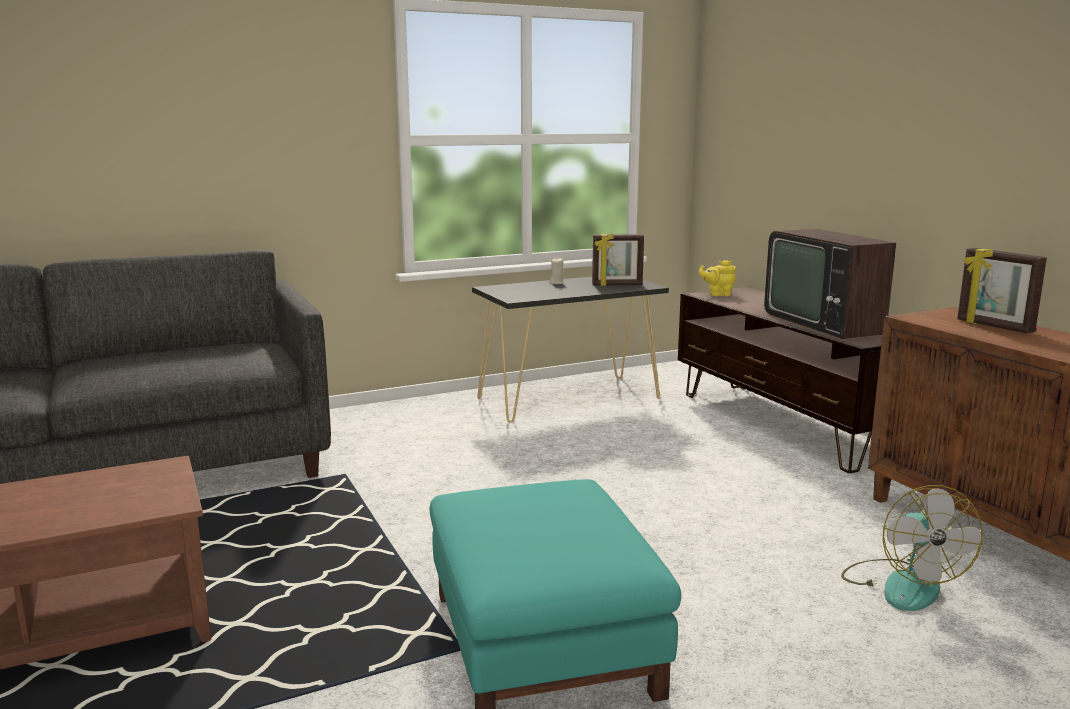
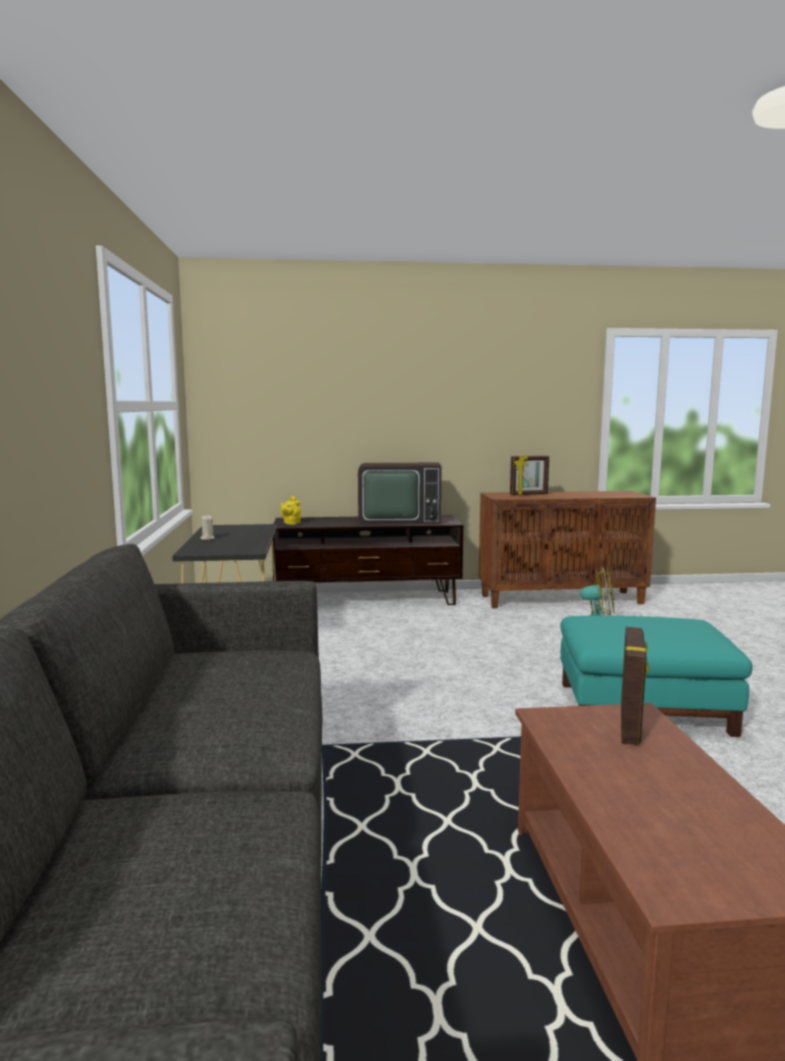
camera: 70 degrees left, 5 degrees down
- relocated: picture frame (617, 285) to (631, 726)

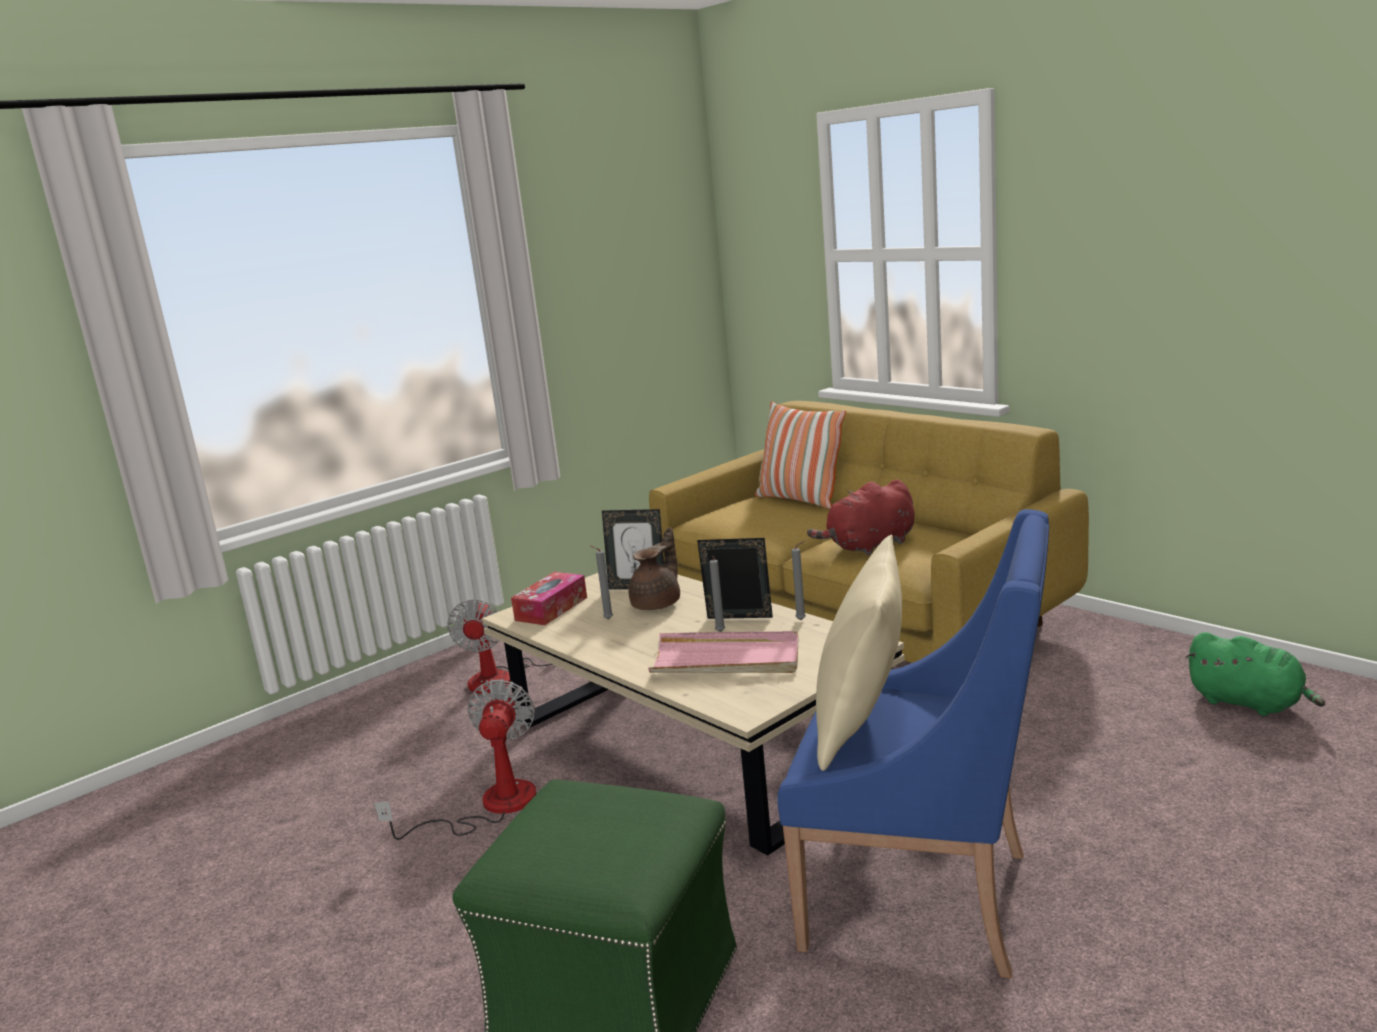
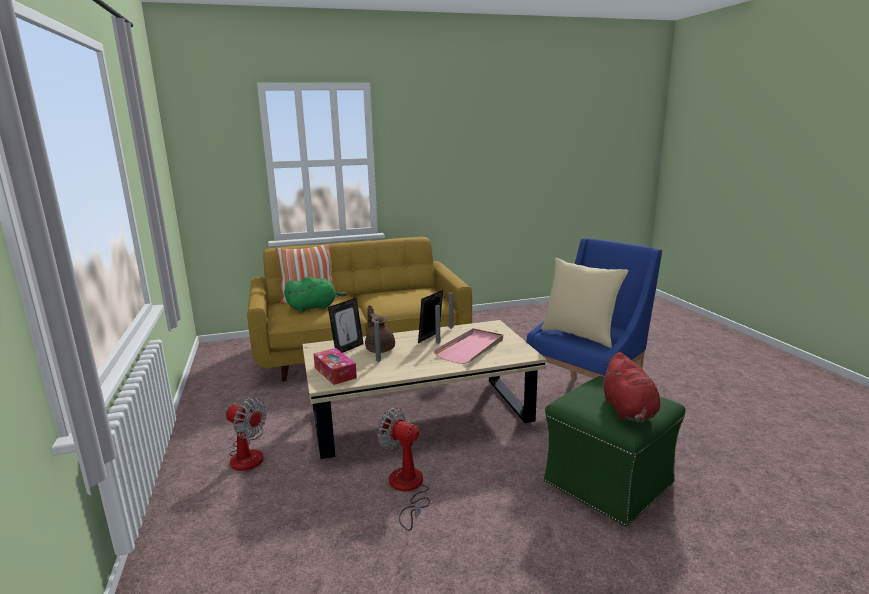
camera: 65 degrees left, 0 degrees up
- relocated: plush toy (red) (869, 546) to (629, 411)
- relocated: plush toy (green) (1249, 703) to (314, 307)

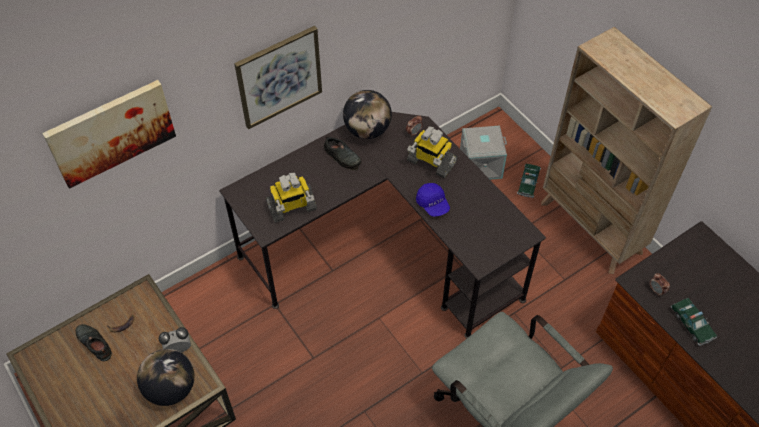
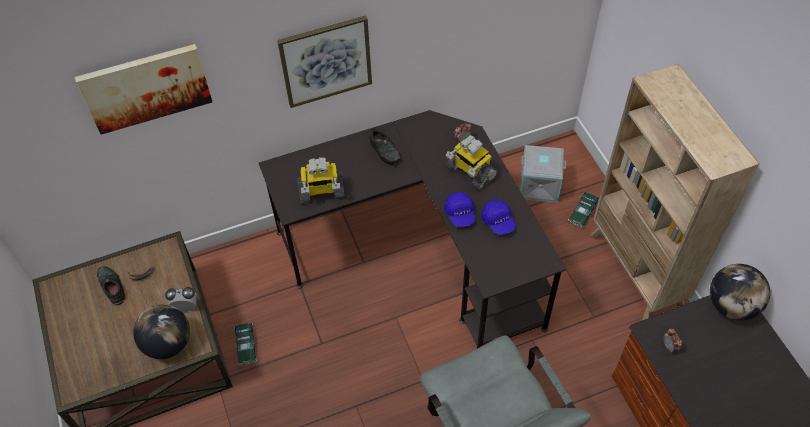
camera: 15 degrees right, 0 degrees up
- appeared: cap (blue) (498, 222)
- relocated: globe (367, 130) to (731, 305)
- relocated: toy car (691, 324) to (246, 346)

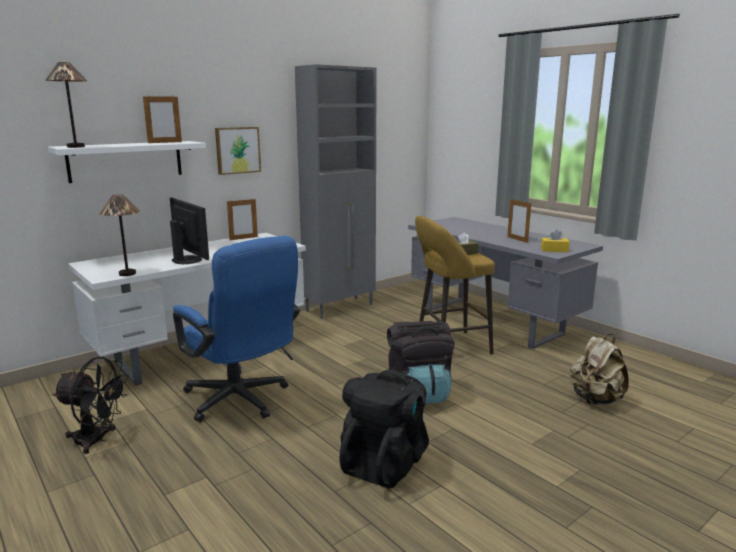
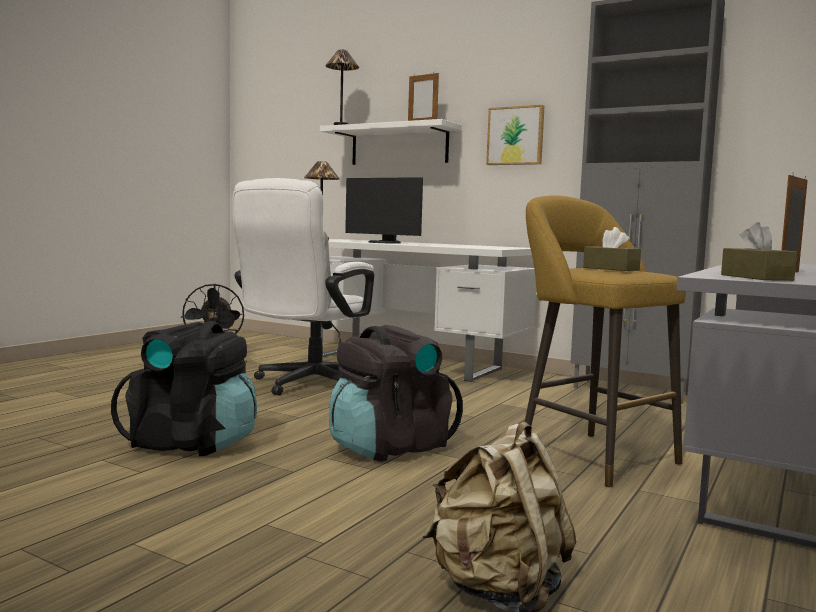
camera: 70 degrees right, 10 degrees down
- missing: picture frame (243, 238)
- colour: office chair (blue) (241, 401) to office chair (white) (306, 385)
- colour: tissue box (yellow) (554, 250) to tissue box (brown) (756, 277)
- spun: monitor (188, 260) = (383, 243) 90 degrees clockwise

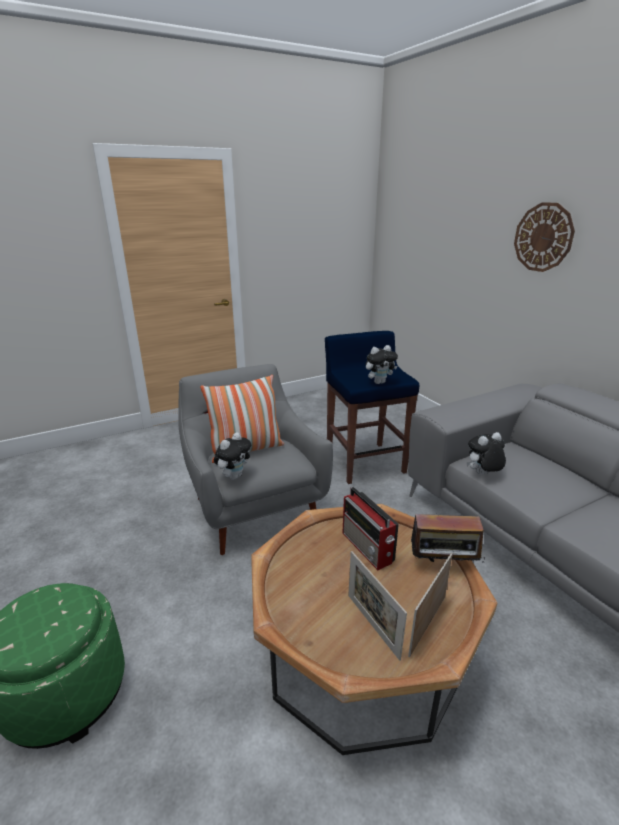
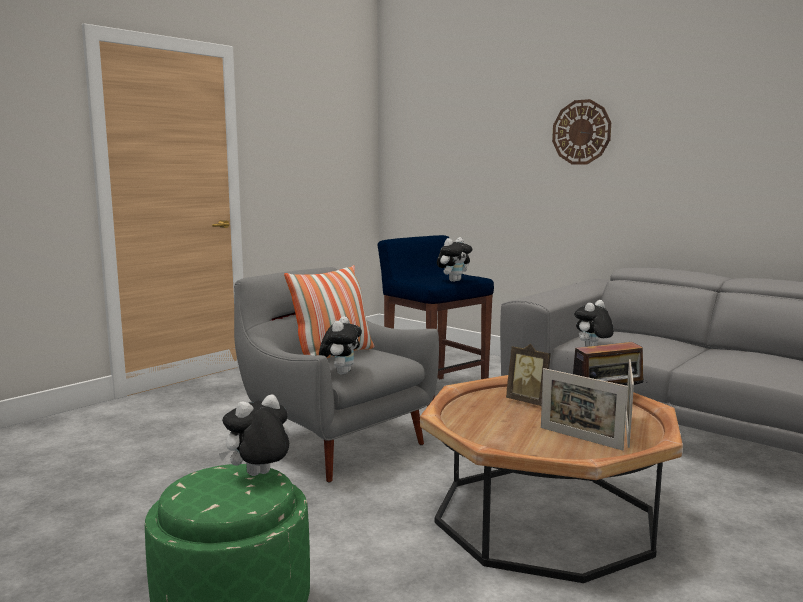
camera: 20 degrees left, 15 degrees down
- appeared: plush toy (258, 476)
- exchanged: radio (368, 548) to picture frame (529, 402)

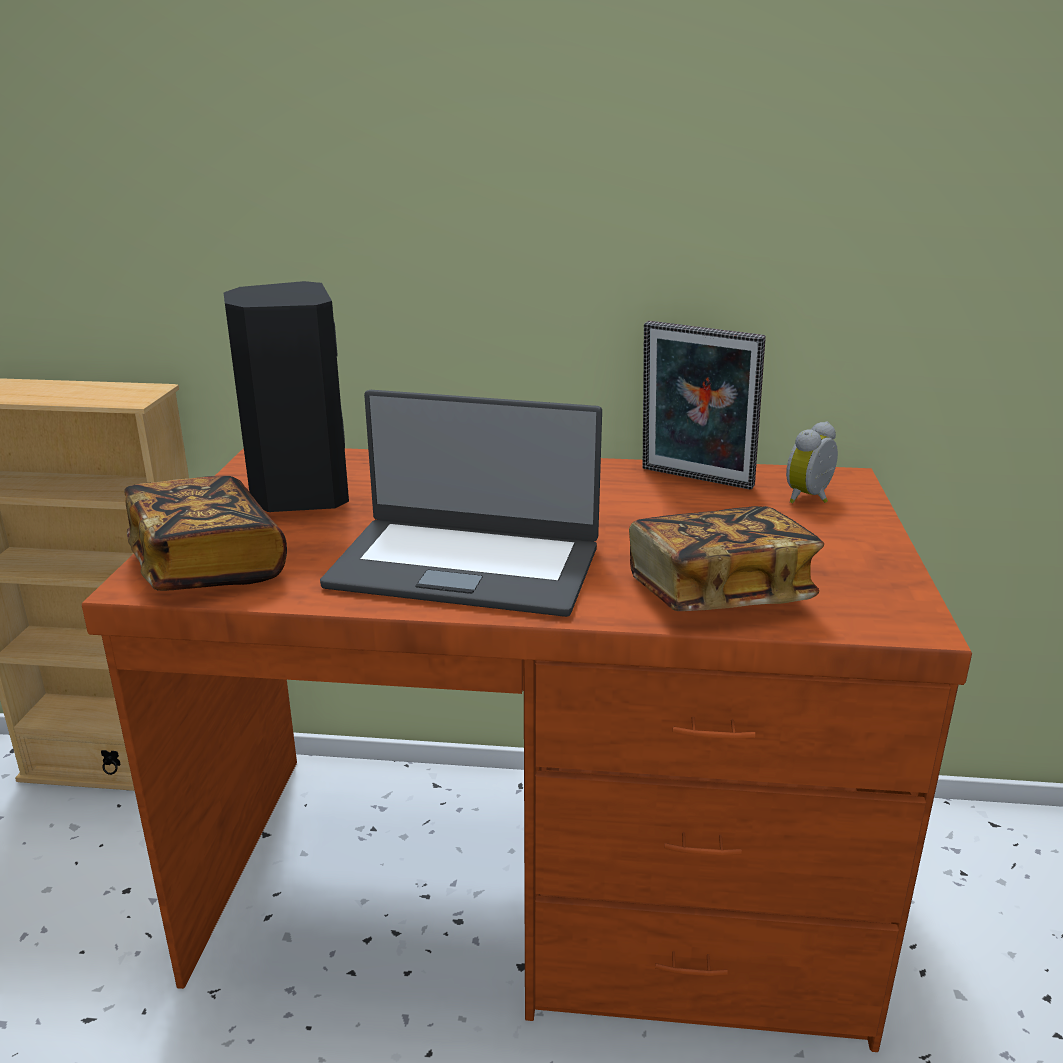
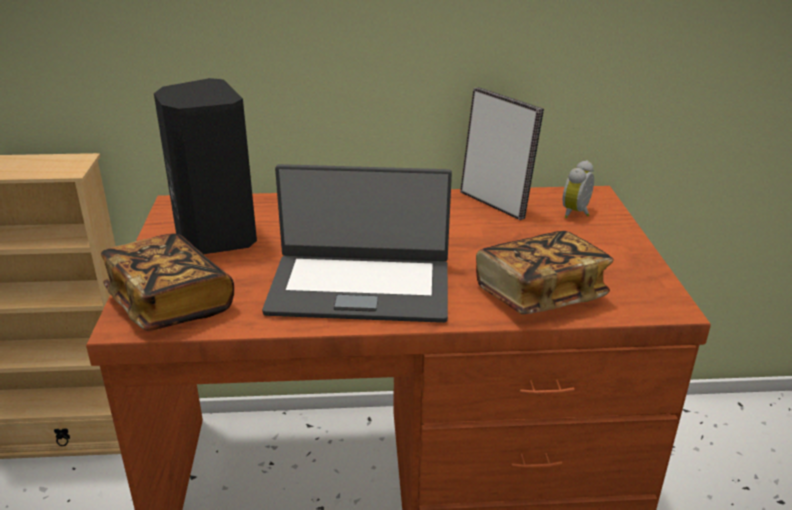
camera: 10 degrees left, 5 degrees up
- spun: picture frame (694, 480) = (495, 203) 150 degrees counterclockwise

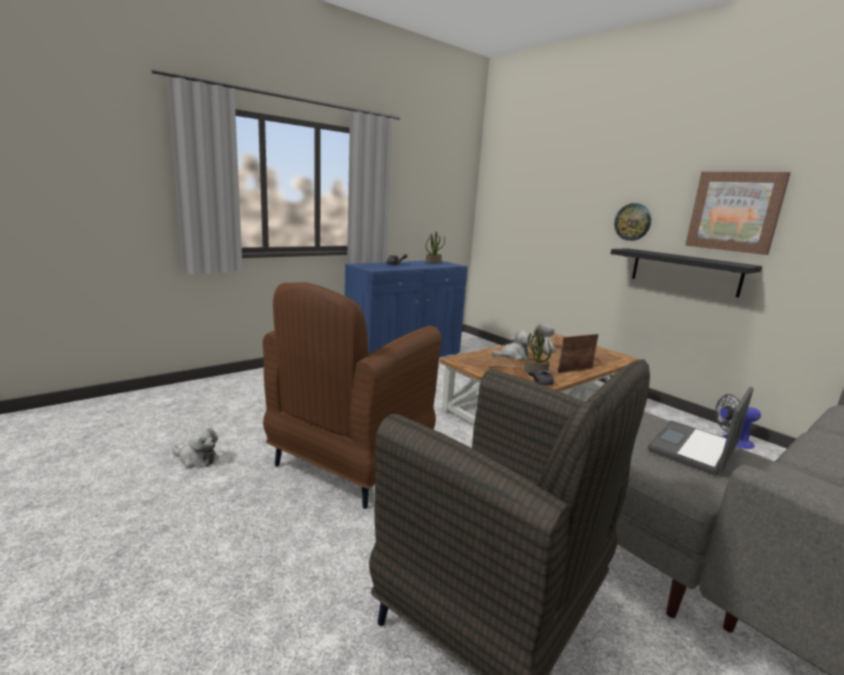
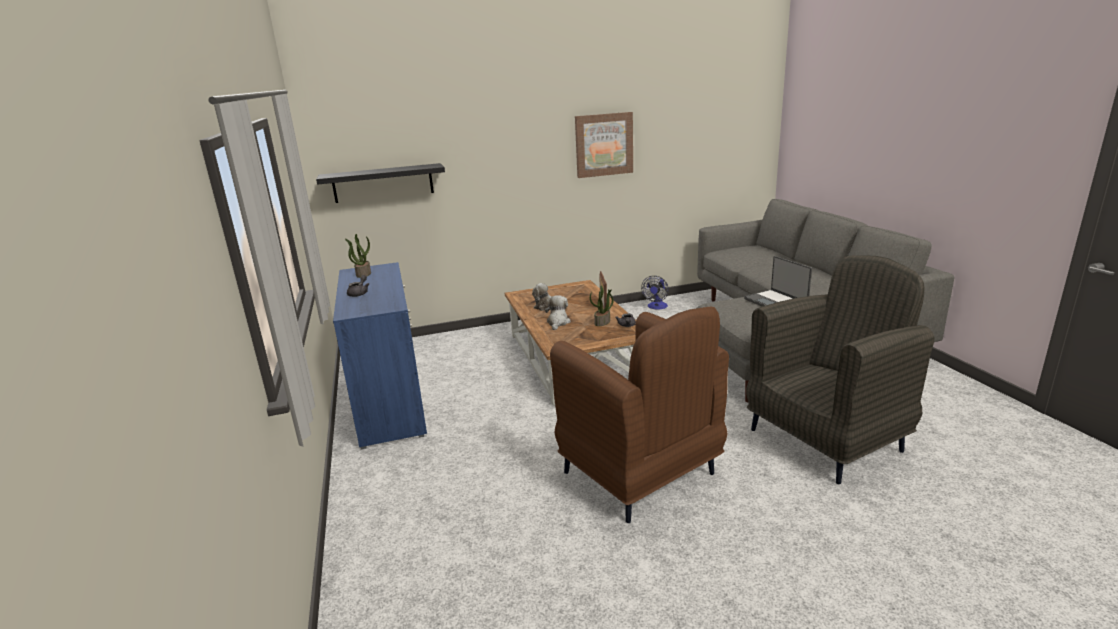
camera: 65 degrees left, 5 degrees up
- missing: plush toy (196, 459)
- missing: wall clock (632, 222)
- relocated: shelf (black) (684, 271) to (383, 183)

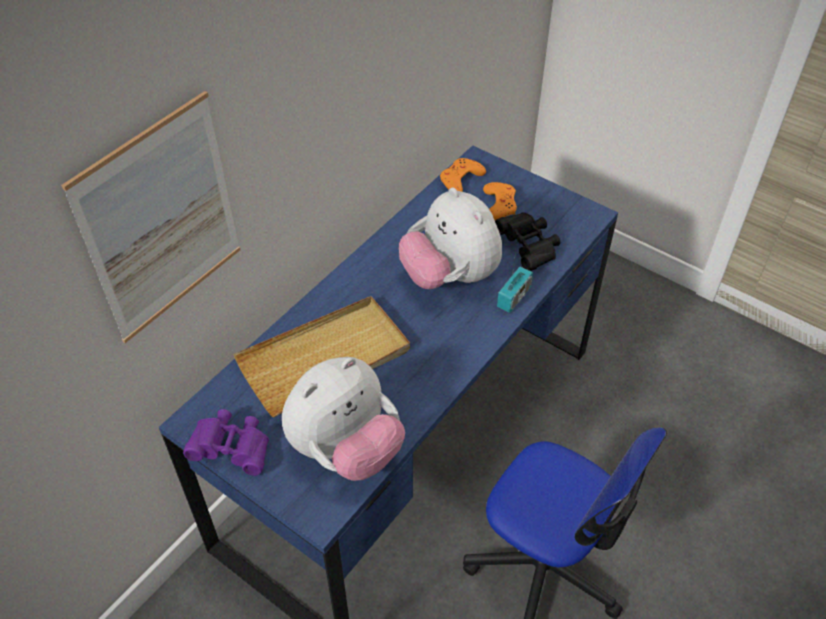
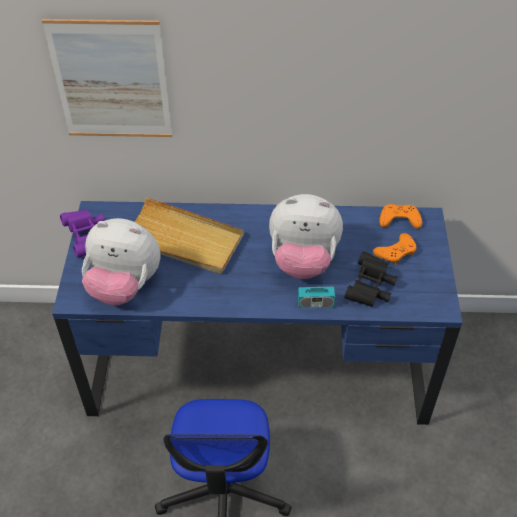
camera: 55 degrees right, 0 degrees up
- spun: plush toy (450, 276) = (303, 261) 105 degrees counterclockwise

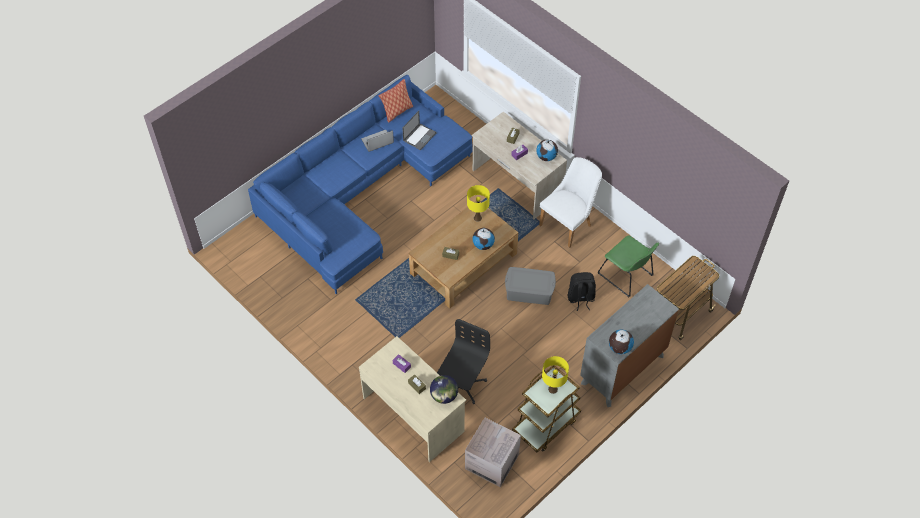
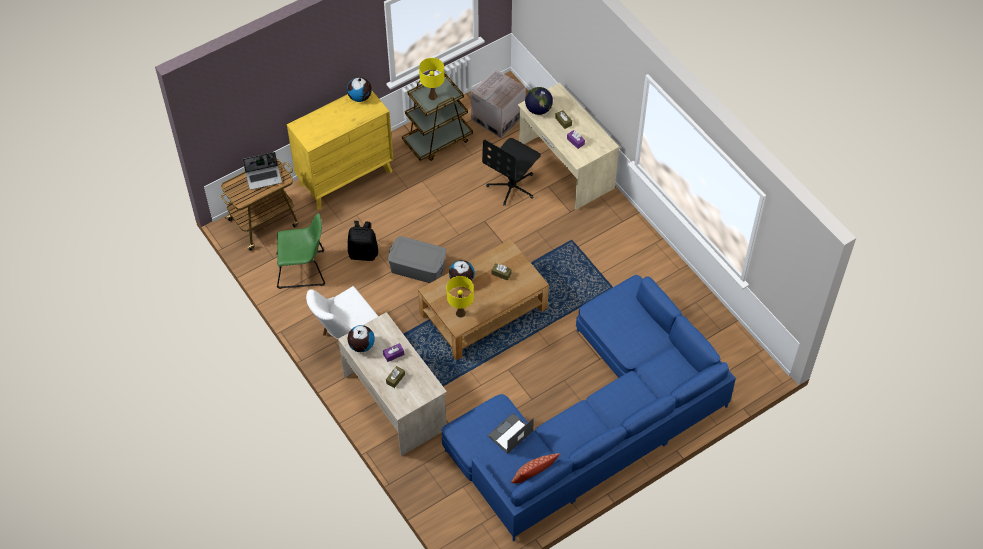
camera: 170 degrees left, 0 degrees up
- relocated: laptop (377, 142) to (264, 177)
- colour: dresser (grey) (622, 369) to dresser (yellow) (345, 177)
- spun: chair (green) (627, 276) = (303, 269) 120 degrees clockwise

